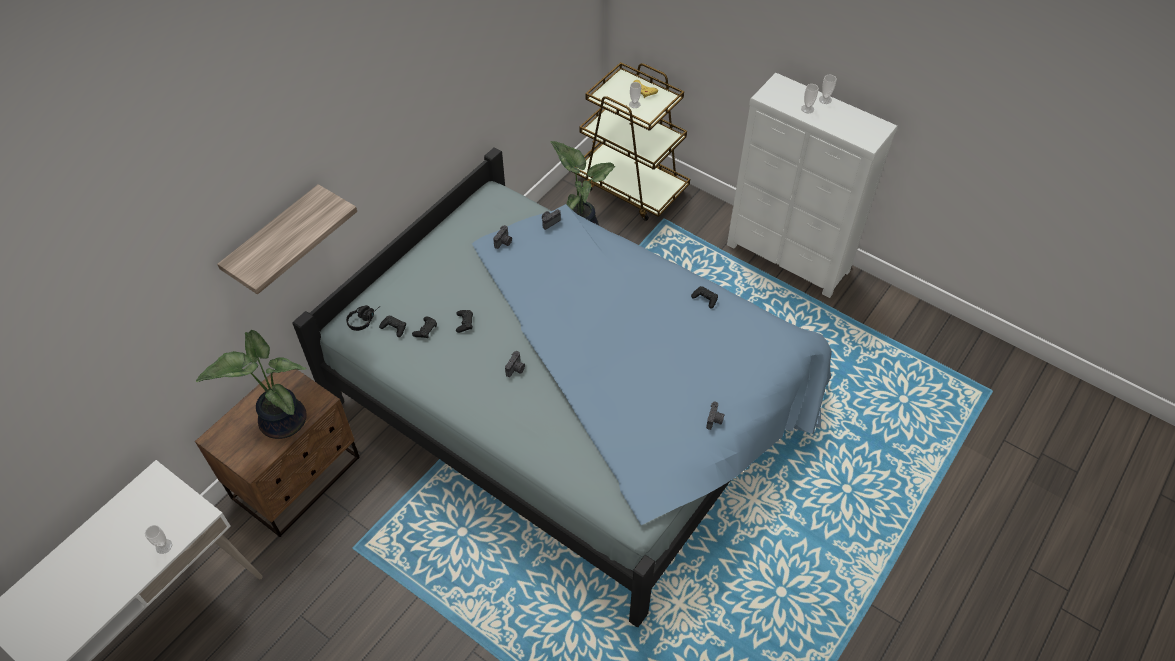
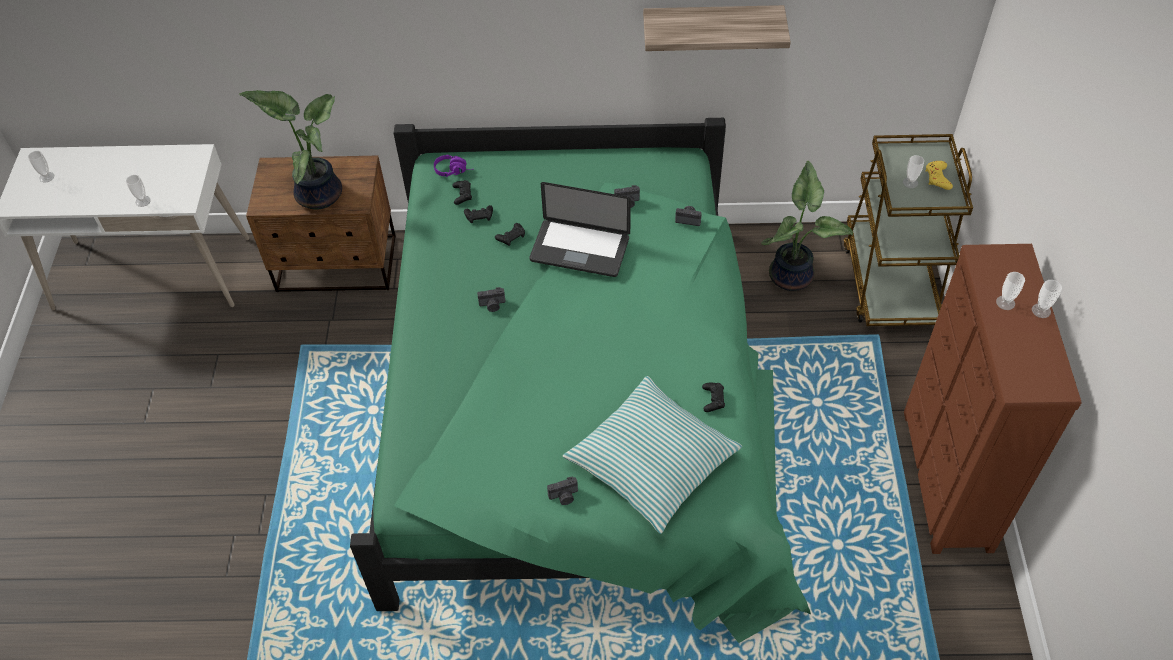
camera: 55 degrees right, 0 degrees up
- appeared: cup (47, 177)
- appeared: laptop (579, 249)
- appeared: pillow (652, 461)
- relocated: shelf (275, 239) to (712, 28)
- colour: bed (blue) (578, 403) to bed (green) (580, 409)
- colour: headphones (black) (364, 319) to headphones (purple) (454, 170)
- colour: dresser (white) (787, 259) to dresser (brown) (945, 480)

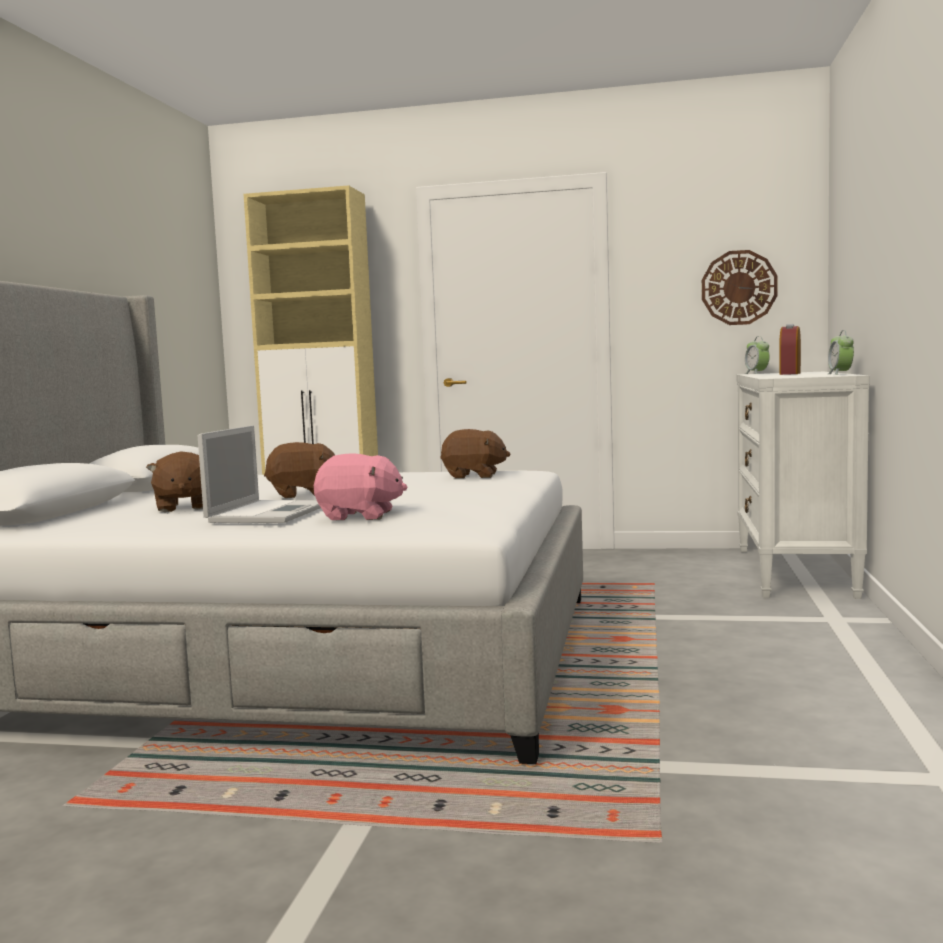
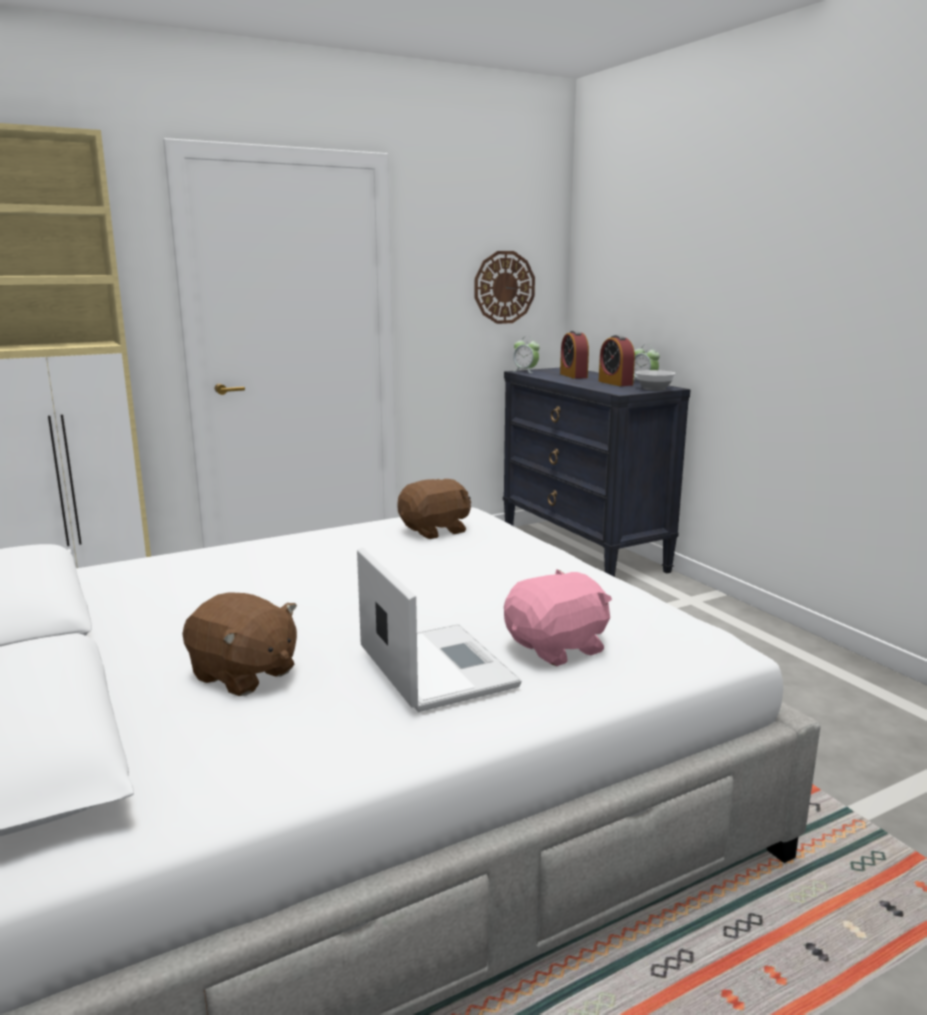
camera: 40 degrees left, 10 degrees up
- missing: plush toy (brown) (303, 494)
- appeared: alarm clock (615, 383)
- appeared: bowl (653, 389)
- colour: dresser (white) (795, 572) to dresser (black) (583, 551)

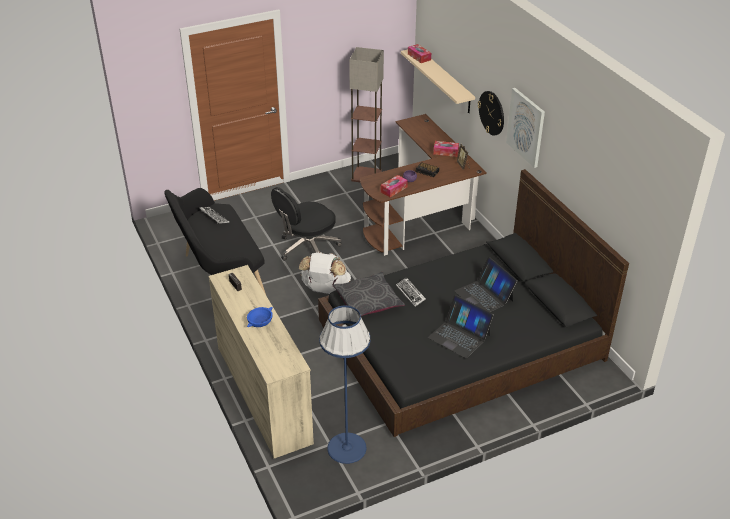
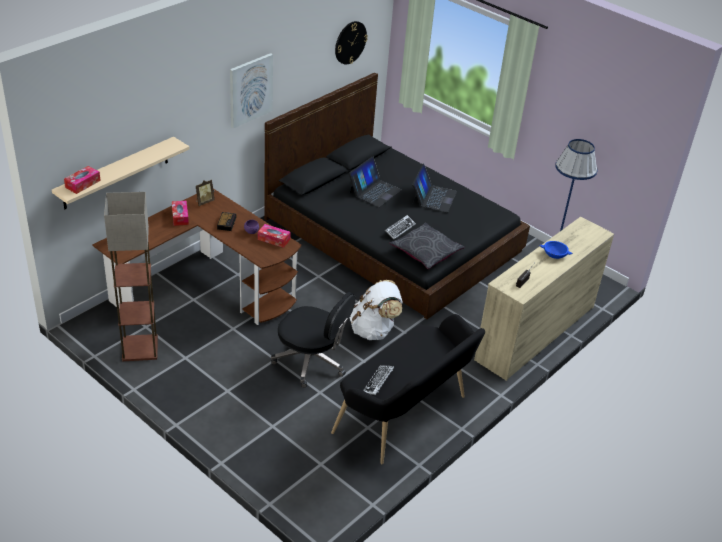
camera: 115 degrees left, 0 degrees up
- relocated: wall clock (492, 113) to (350, 42)

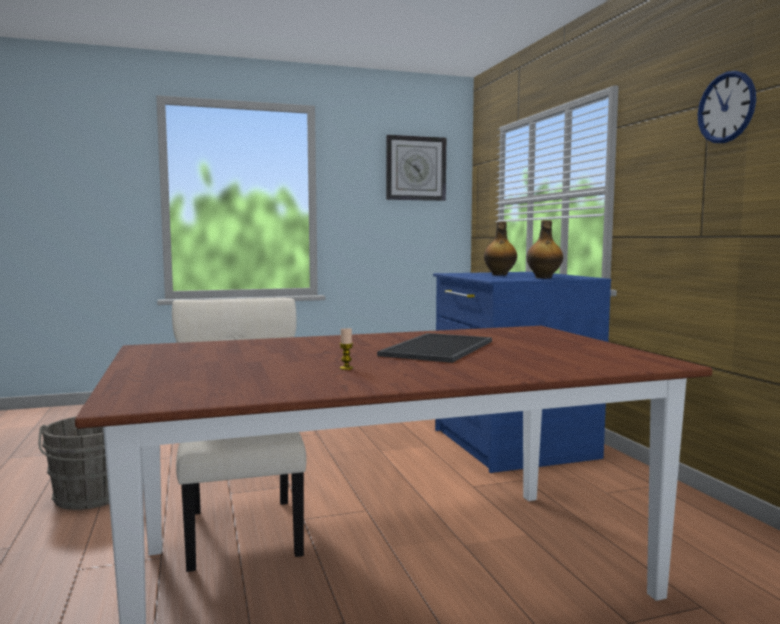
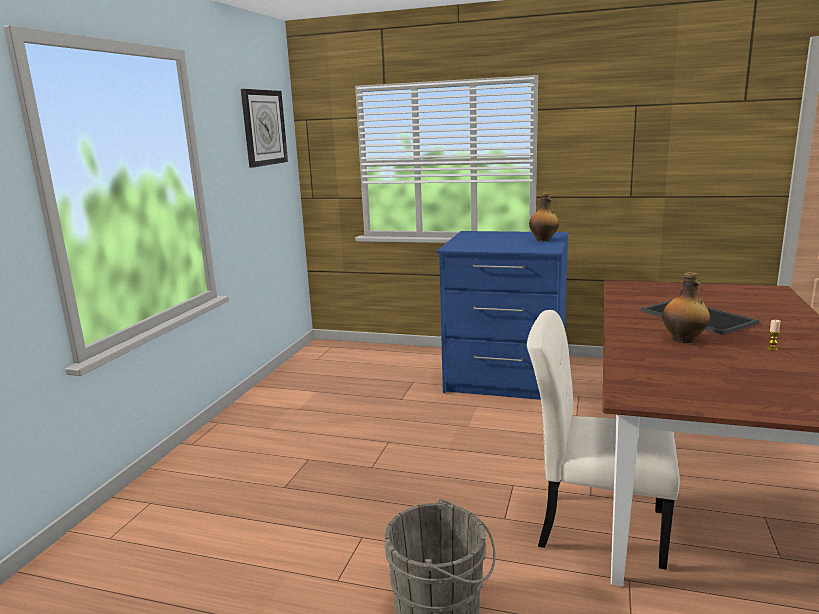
camera: 55 degrees left, 10 degrees up
- missing: wall clock (726, 107)
- relocated: bottle (499, 275) to (683, 340)

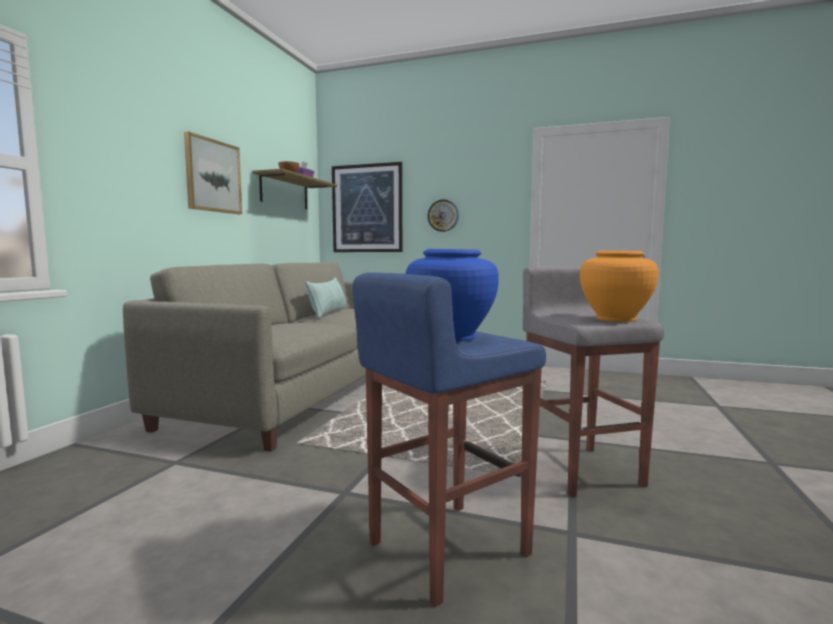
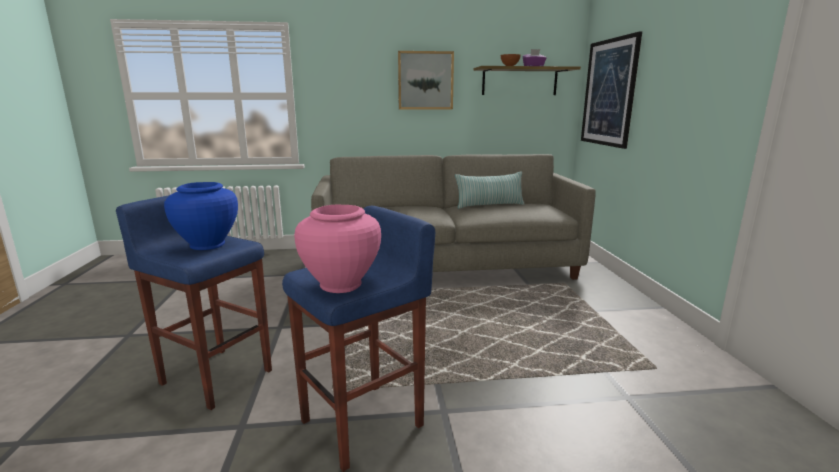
camera: 65 degrees right, 10 degrees up
- missing: wall clock (443, 215)
- colour: stool (grey) (582, 469) to stool (blue) (364, 423)
- colour: vase (orange) (615, 319) to vase (pink) (341, 284)

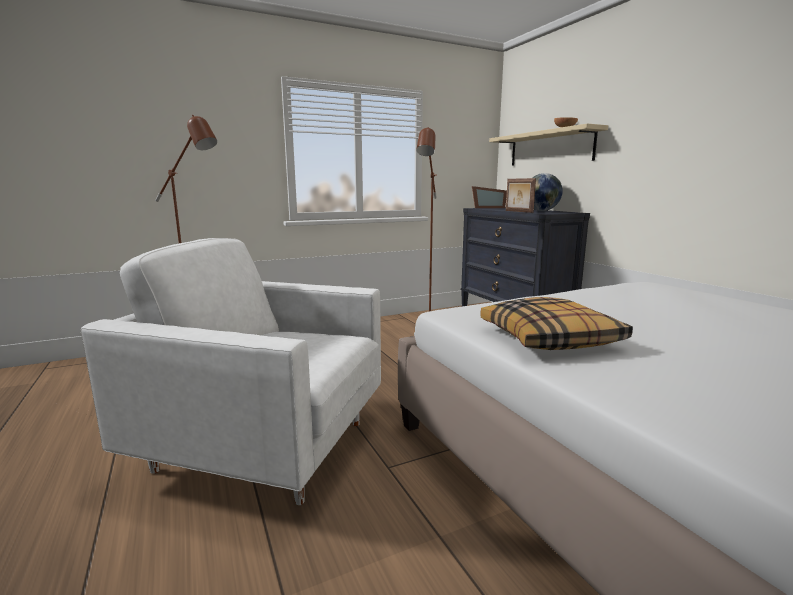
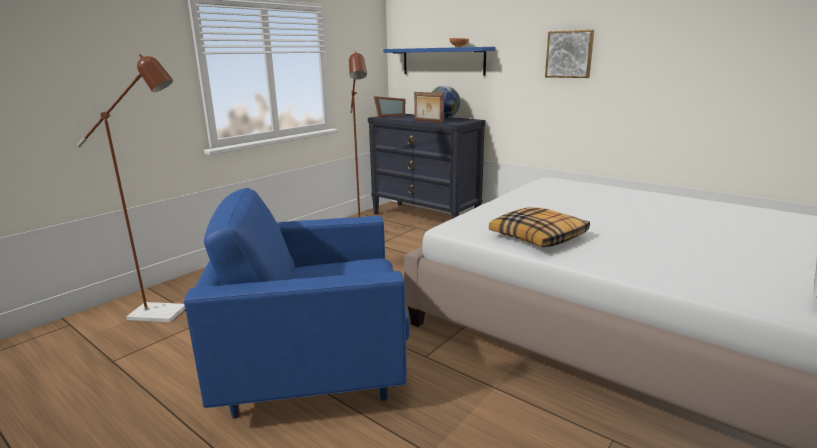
camera: 25 degrees left, 5 degrees up
- appeared: picture (569, 54)
- colour: armchair (white) (267, 445) to armchair (blue) (315, 368)
- colour: shelf (beige) (550, 148) to shelf (blue) (442, 61)

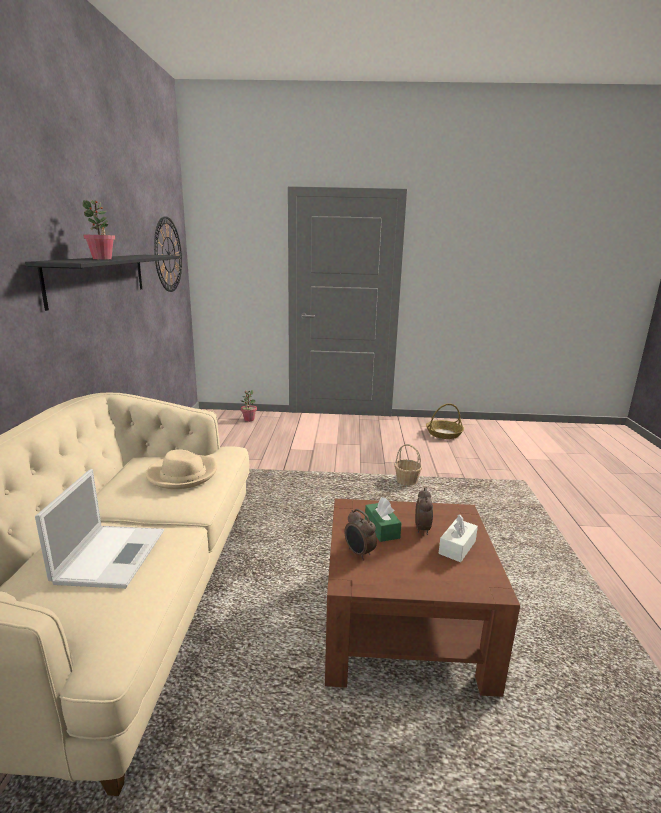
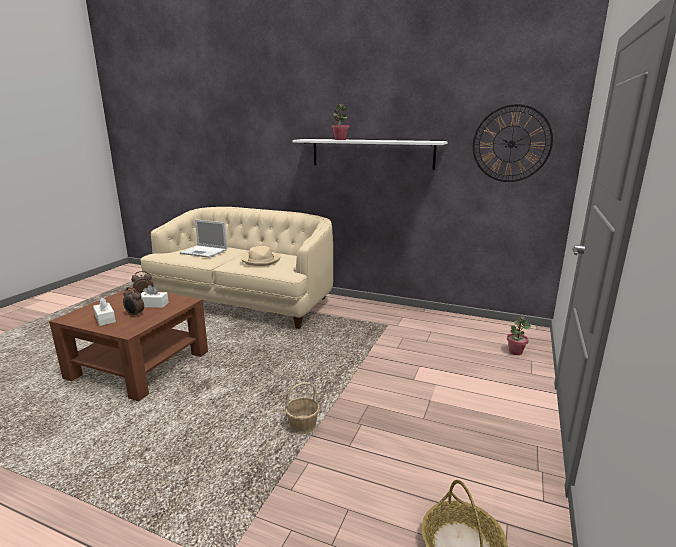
camera: 110 degrees right, 0 degrees up
- colour: shelf (black) (99, 277) to shelf (white) (371, 153)
- colour: tissue box (green) (382, 528) to tissue box (white) (153, 304)

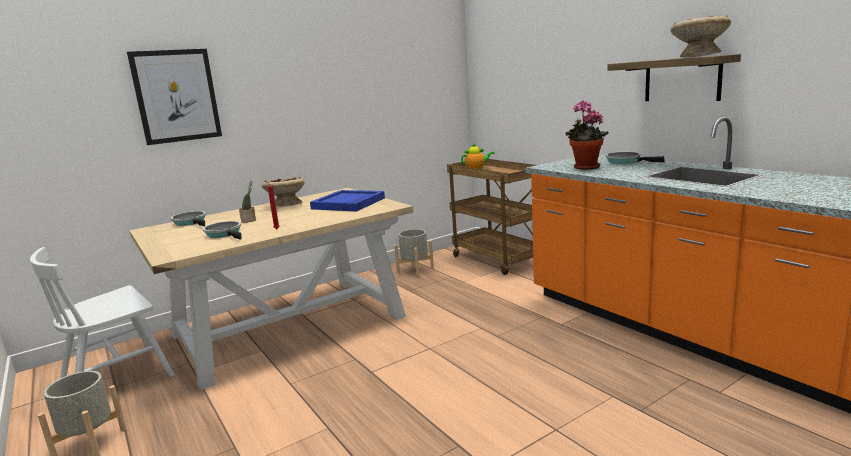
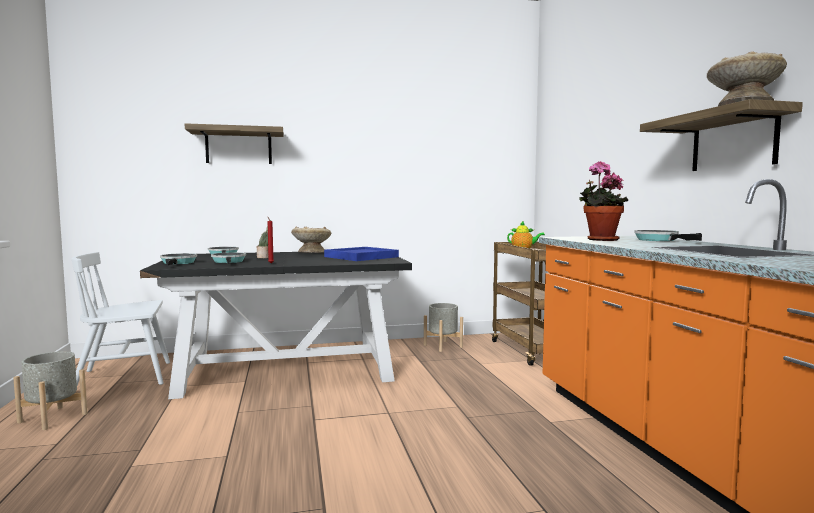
camera: 20 degrees right, 10 degrees down
- appeared: frying pan (178, 263)
- exchanged: picture (176, 96) to shelf (238, 147)
- colour: dining table (beige) (290, 325) to dining table (black) (288, 367)

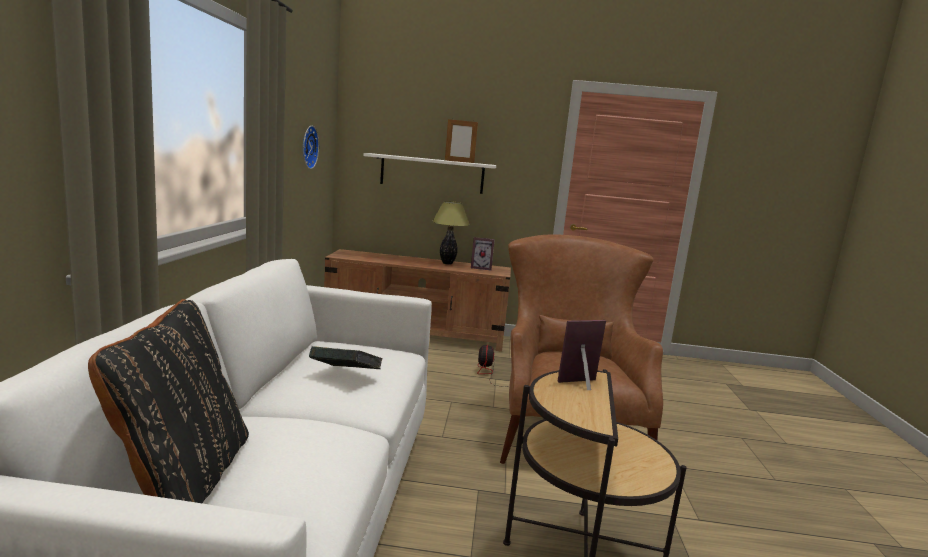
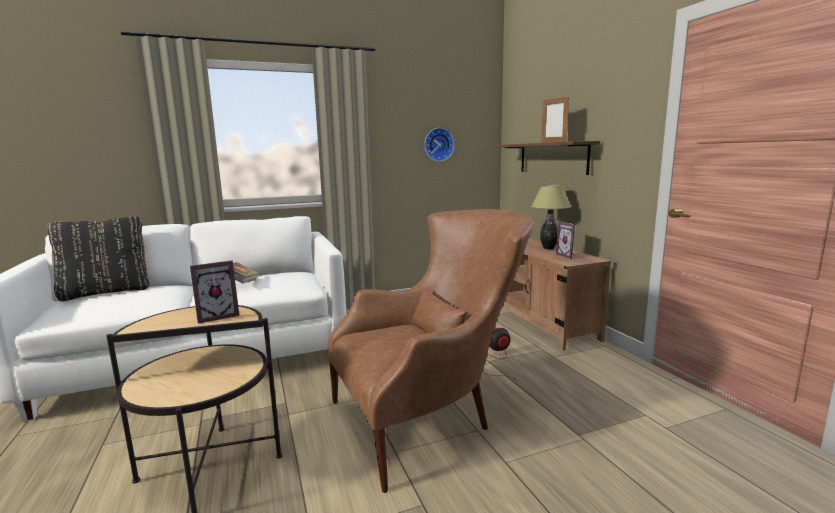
camera: 65 degrees right, 0 degrees up
- colour: shelf (white) (432, 174) to shelf (brown) (552, 158)
- spun: picture frame (582, 385) = (217, 316) 105 degrees clockwise

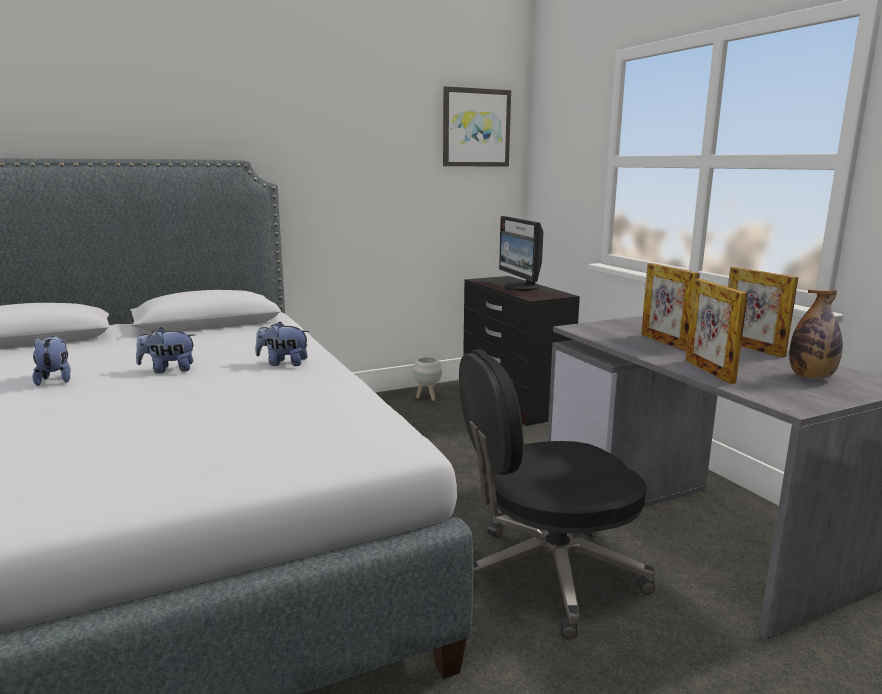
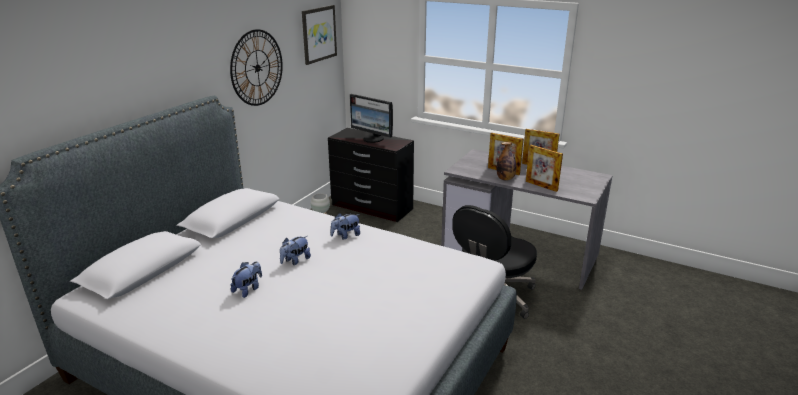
camera: 35 degrees left, 10 degrees up
- appeared: wall clock (257, 68)
- relocated: bottle (811, 377) to (505, 179)
- spun: plush toy (55, 379) = (248, 289) 90 degrees clockwise

